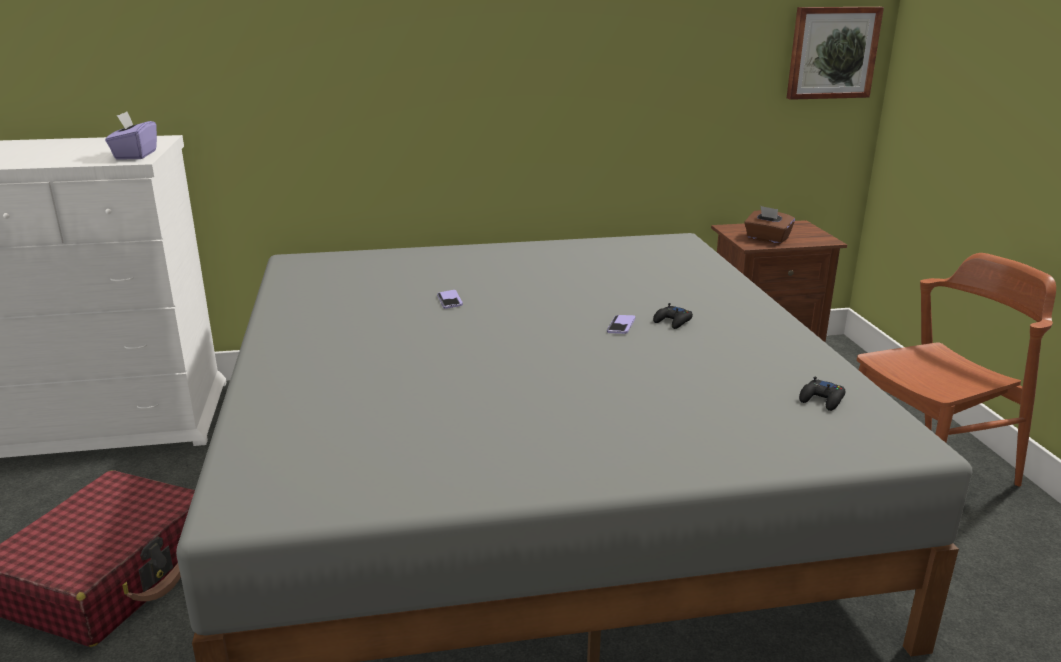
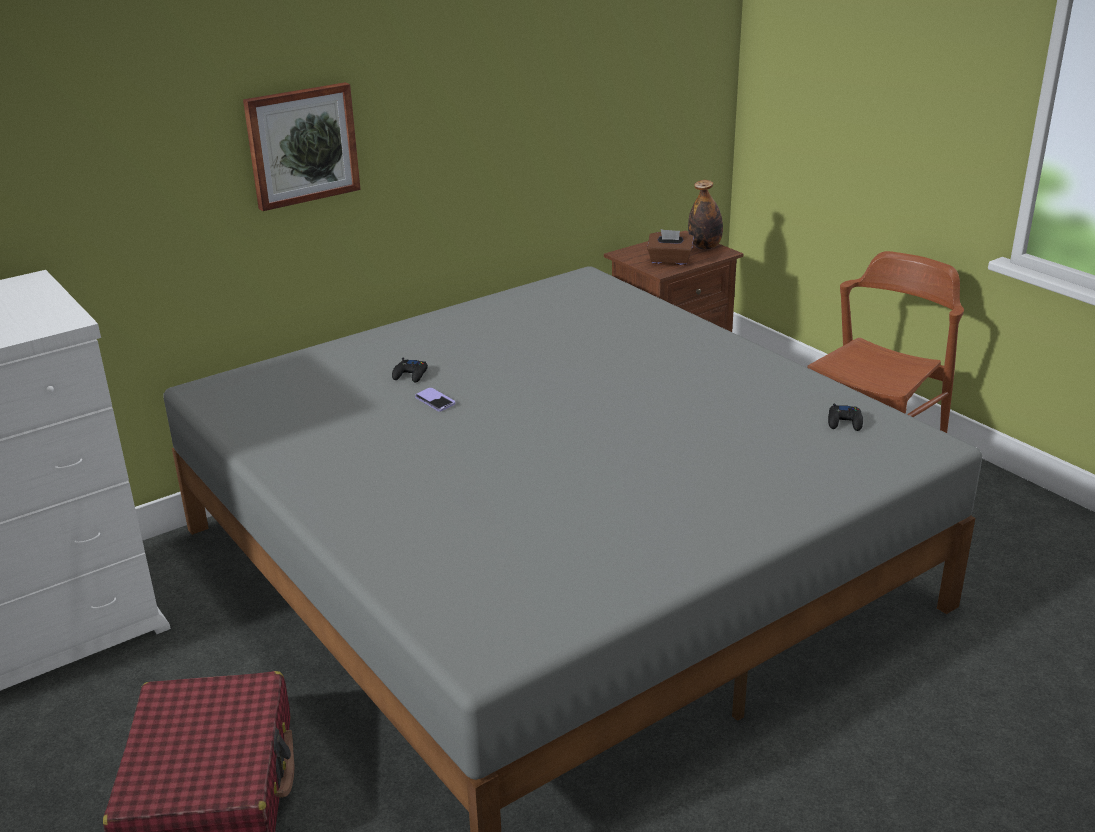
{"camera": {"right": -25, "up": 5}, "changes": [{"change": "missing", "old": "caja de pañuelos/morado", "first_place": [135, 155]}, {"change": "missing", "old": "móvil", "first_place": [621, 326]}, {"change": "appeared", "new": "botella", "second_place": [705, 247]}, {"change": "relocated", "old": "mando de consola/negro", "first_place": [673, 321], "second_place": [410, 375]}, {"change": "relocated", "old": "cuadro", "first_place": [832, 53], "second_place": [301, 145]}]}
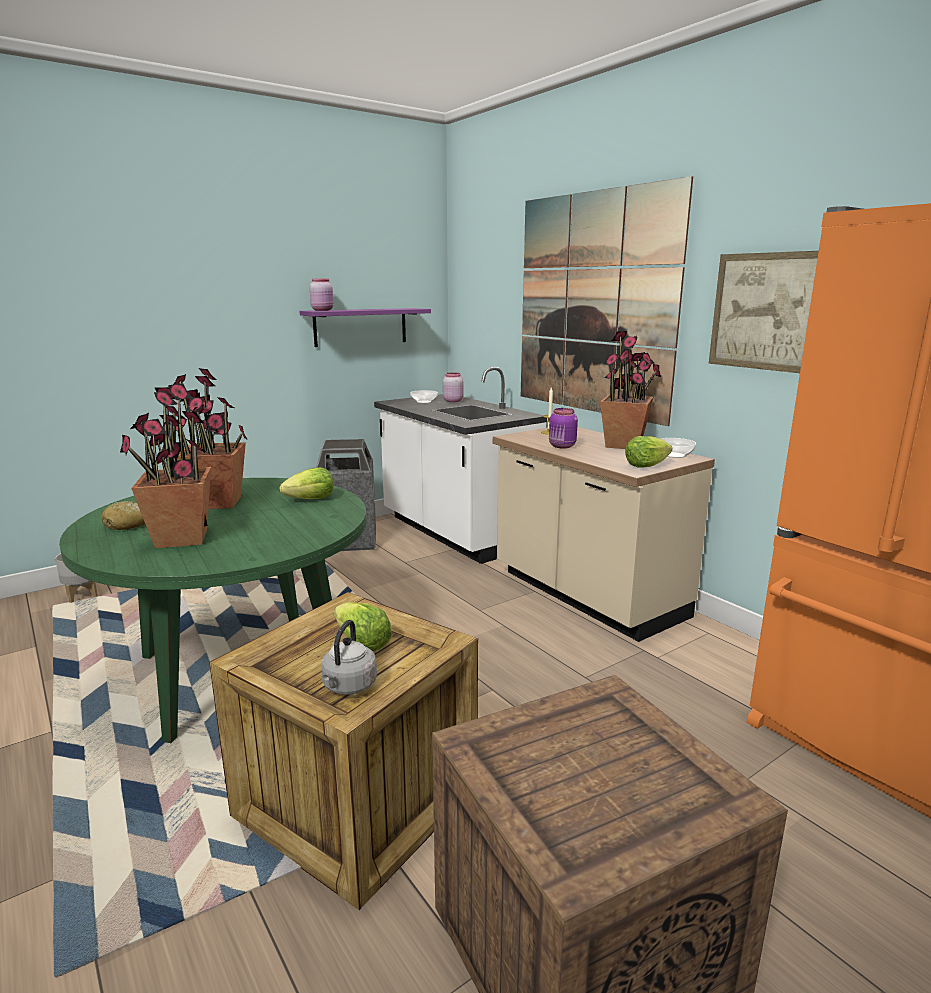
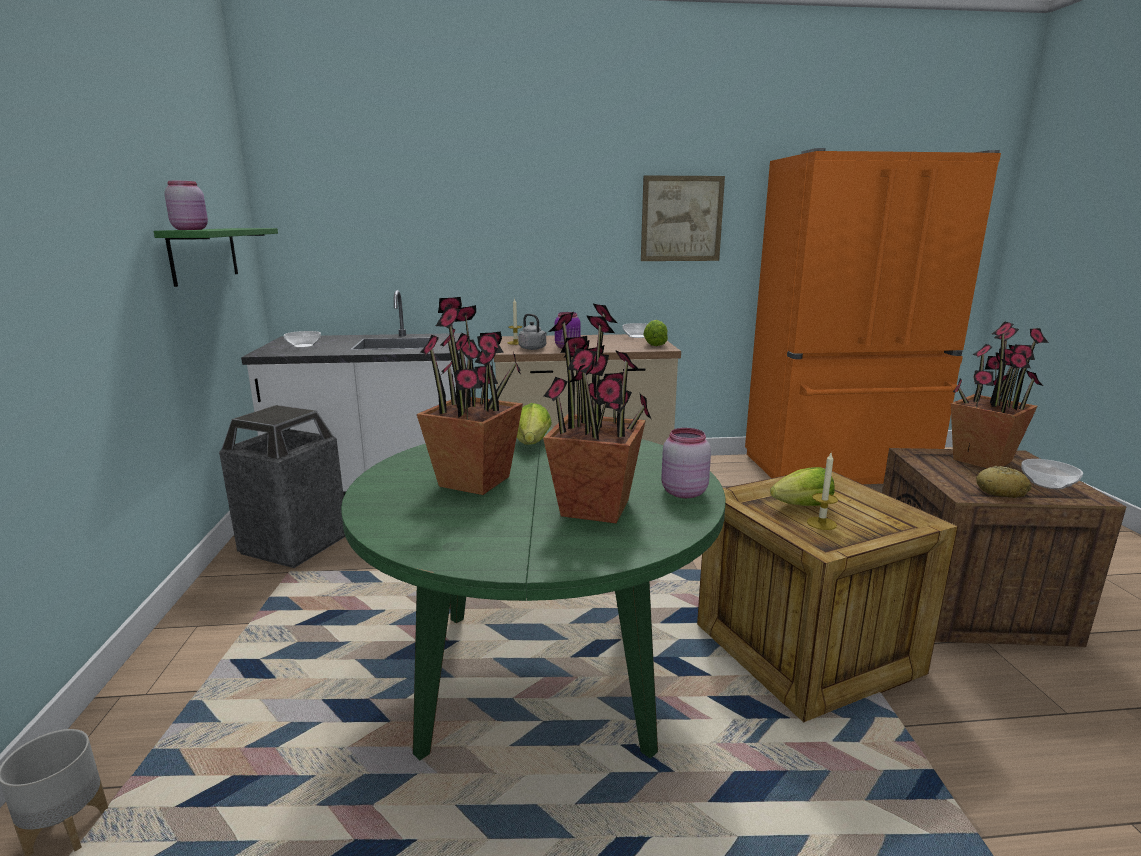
{"camera": {"right": -60, "up": 0}, "changes": [{"change": "missing", "old": "cuadro", "first_place": [593, 305]}, {"change": "appeared", "new": "vela", "second_place": [821, 523]}, {"change": "appeared", "new": "cuenco", "second_place": [1047, 484]}, {"change": "relocated", "old": "pan", "first_place": [127, 525], "second_place": [1001, 491]}, {"change": "relocated", "old": "hervidor/gris", "first_place": [348, 686], "second_place": [533, 348]}, {"change": "relocated", "old": "tarro/rosa", "first_place": [453, 401], "second_place": [682, 492]}, {"change": "relocated", "old": "planta en maceta", "first_place": [624, 445], "second_place": [982, 460]}, {"change": "colour", "old": "estante/morado", "new": "estante/verde", "first_place": [360, 327], "second_place": [204, 254]}]}
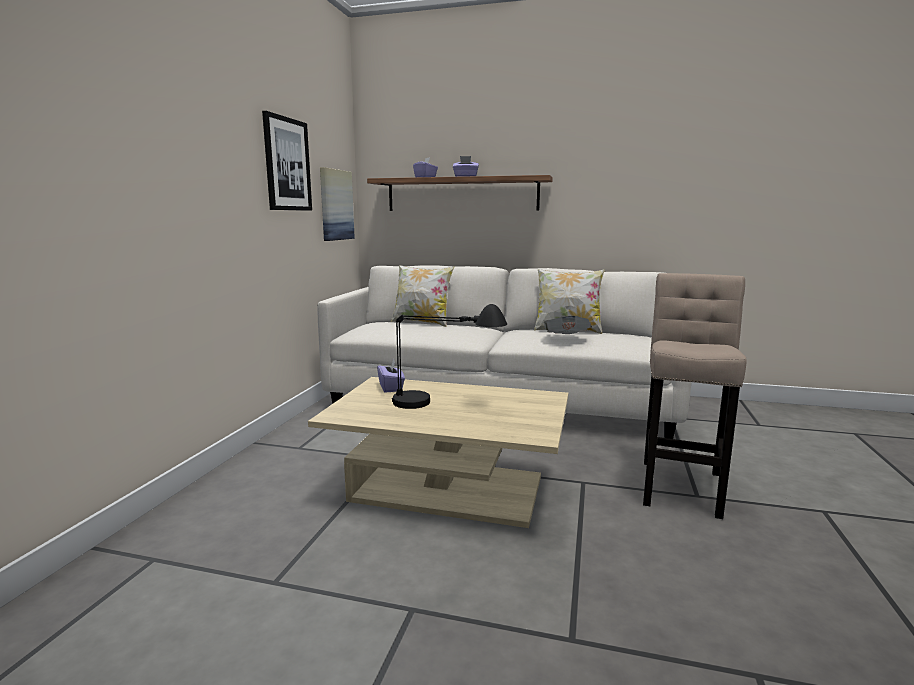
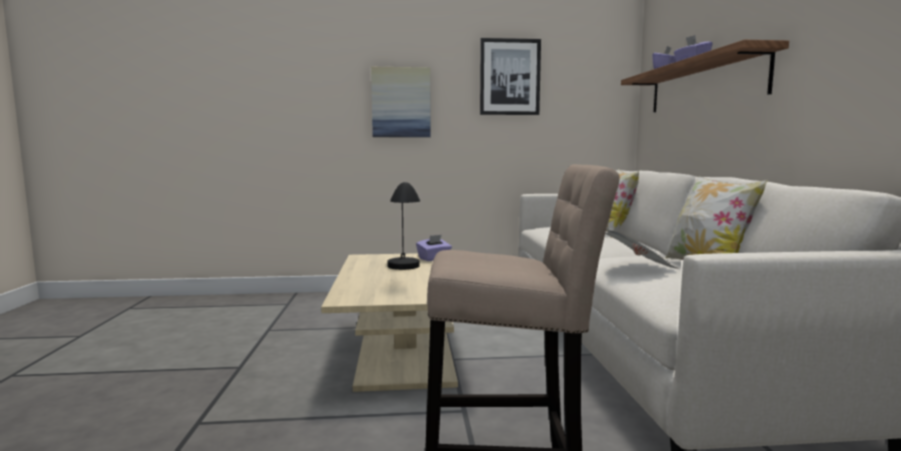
{"camera": {"right": 70, "up": -5}, "changes": [{"change": "relocated", "old": "cuadro", "first_place": [336, 205], "second_place": [401, 102]}]}
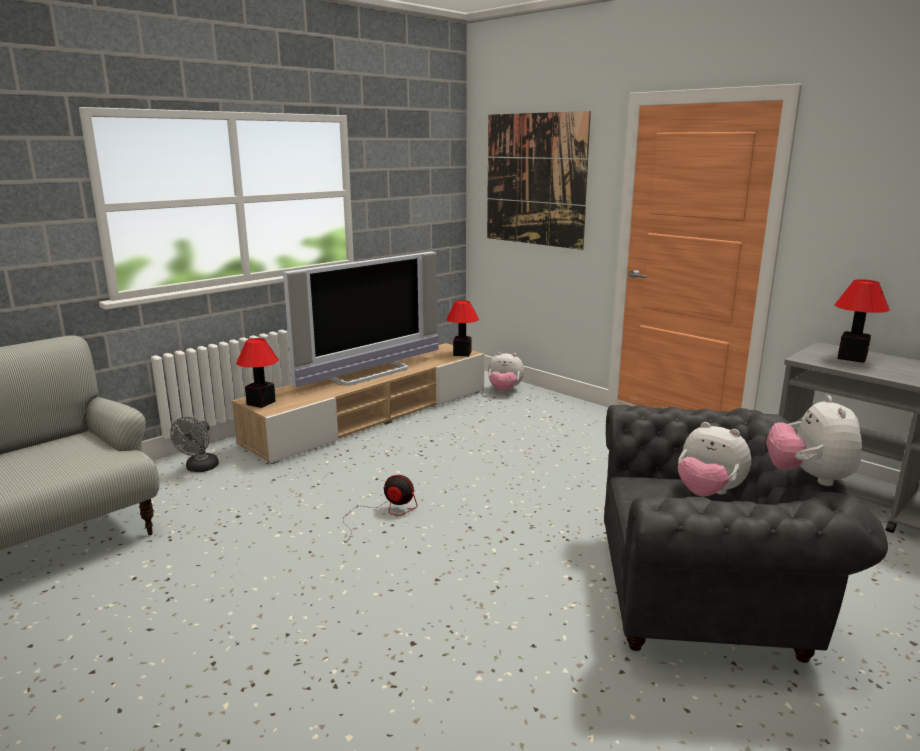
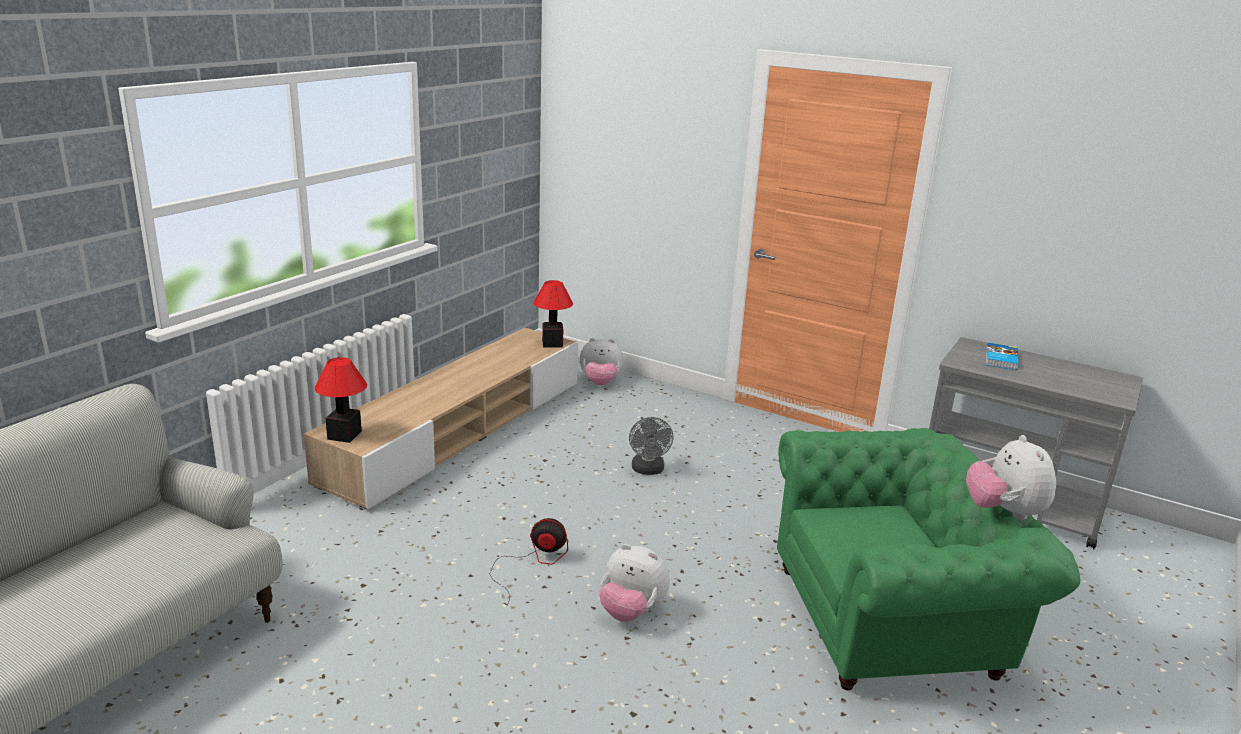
{"camera": {"right": -15, "up": 5}, "changes": [{"change": "missing", "old": "televisor", "first_place": [370, 373]}, {"change": "missing", "old": "cuadro", "first_place": [534, 180]}, {"change": "relocated", "old": "ventilador/gris", "first_place": [199, 468], "second_place": [648, 470]}, {"change": "relocated", "old": "peluche", "first_place": [708, 493], "second_place": [631, 612]}, {"change": "exchanged", "old": "lámpara de mesa", "new": "libro", "first_place": [851, 358], "second_place": [1000, 359]}, {"change": "colour", "old": "sillón/gris", "new": "sillón/verde", "first_place": [707, 594], "second_place": [894, 620]}]}
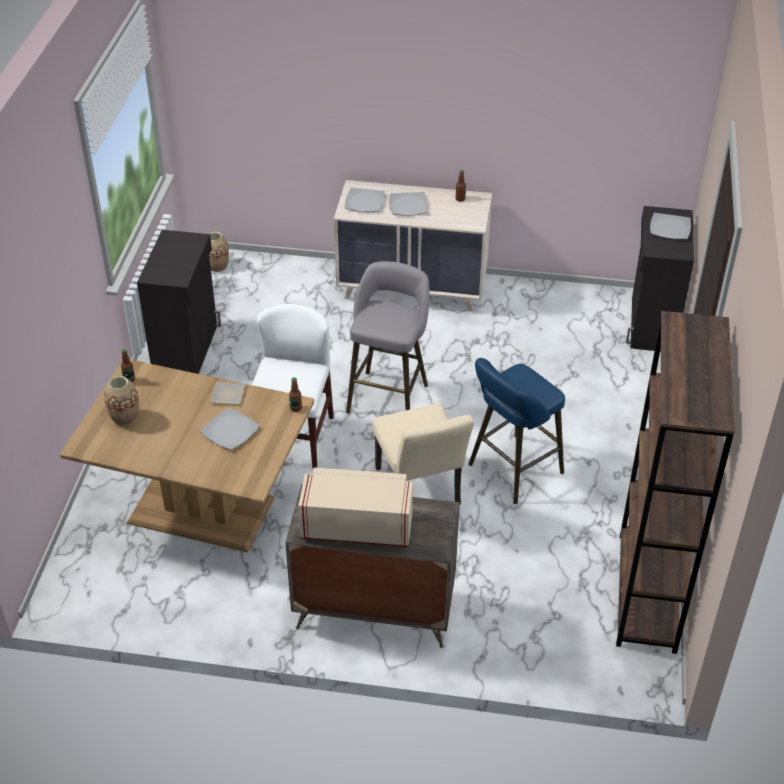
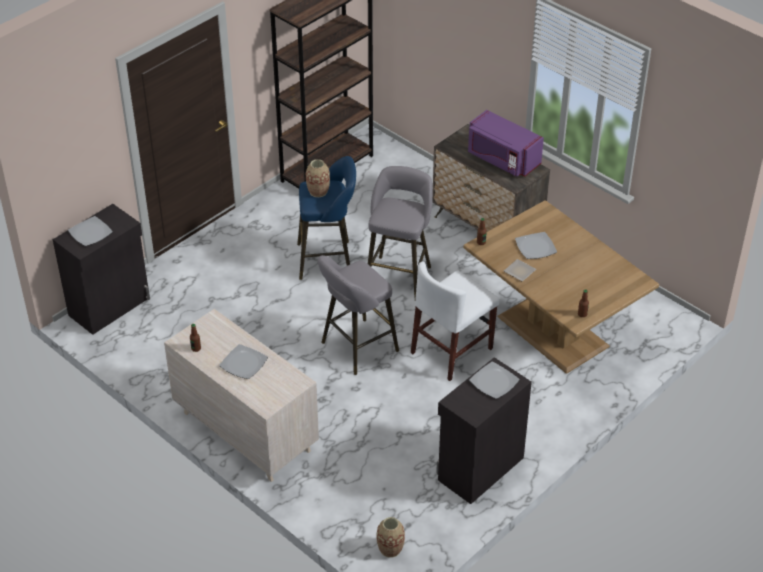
{"camera": {"right": -145, "up": 0}, "changes": [{"change": "relocated", "old": "florero", "first_place": [125, 417], "second_place": [318, 191]}, {"change": "relocated", "old": "plato", "first_place": [364, 202], "second_place": [494, 382]}, {"change": "exchanged", "old": "silla/beis", "new": "taburete/gris", "first_place": [420, 492], "second_place": [399, 275]}, {"change": "colour", "old": "microondas/beis", "new": "microondas/morado", "first_place": [357, 526], "second_place": [502, 159]}]}
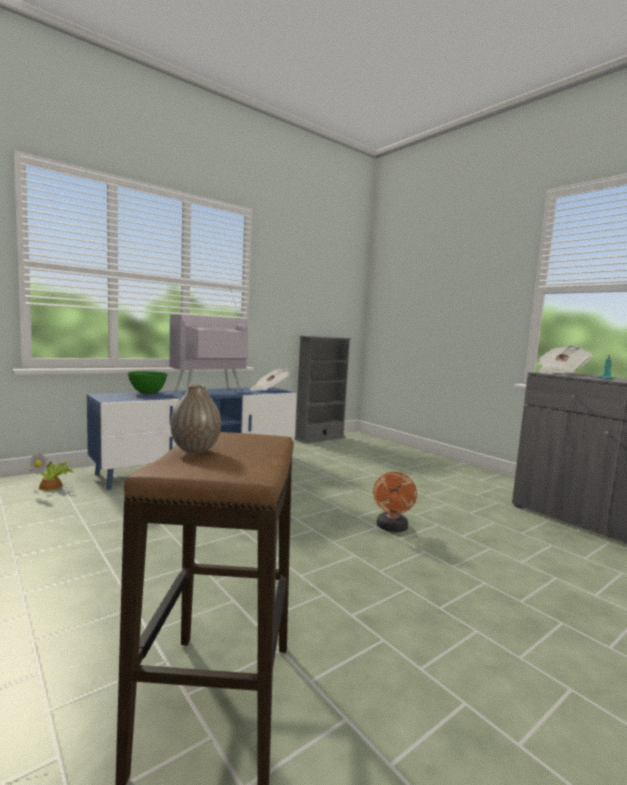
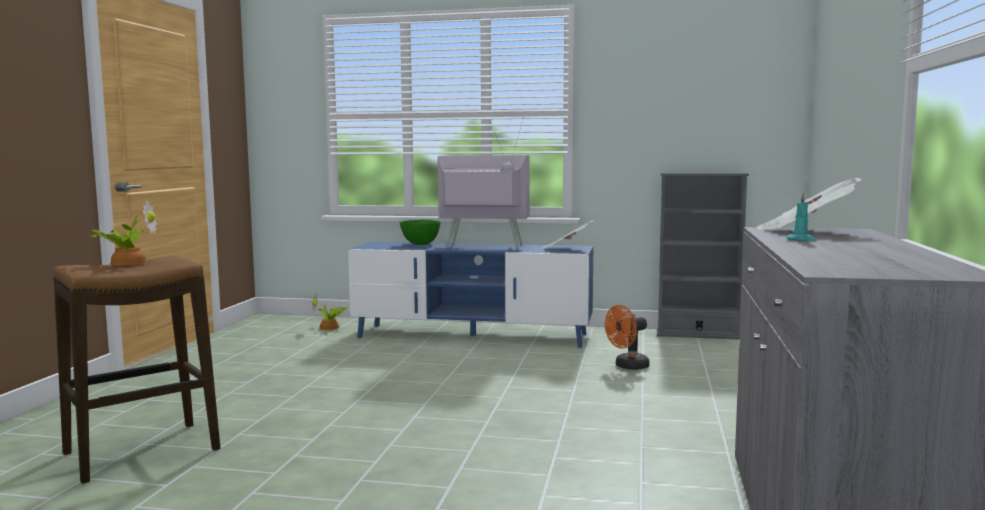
{"camera": {"right": 50, "up": 0}, "changes": [{"change": "relocated", "old": "ventilador/naranja", "first_place": [392, 528], "second_place": [627, 366]}, {"change": "exchanged", "old": "florero", "new": "planta en maceta", "first_place": [195, 449], "second_place": [127, 262]}]}
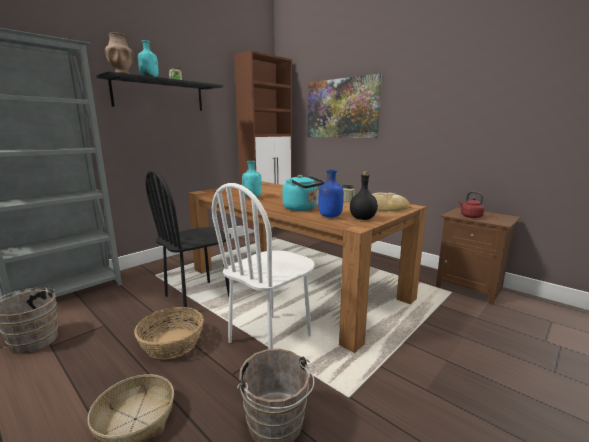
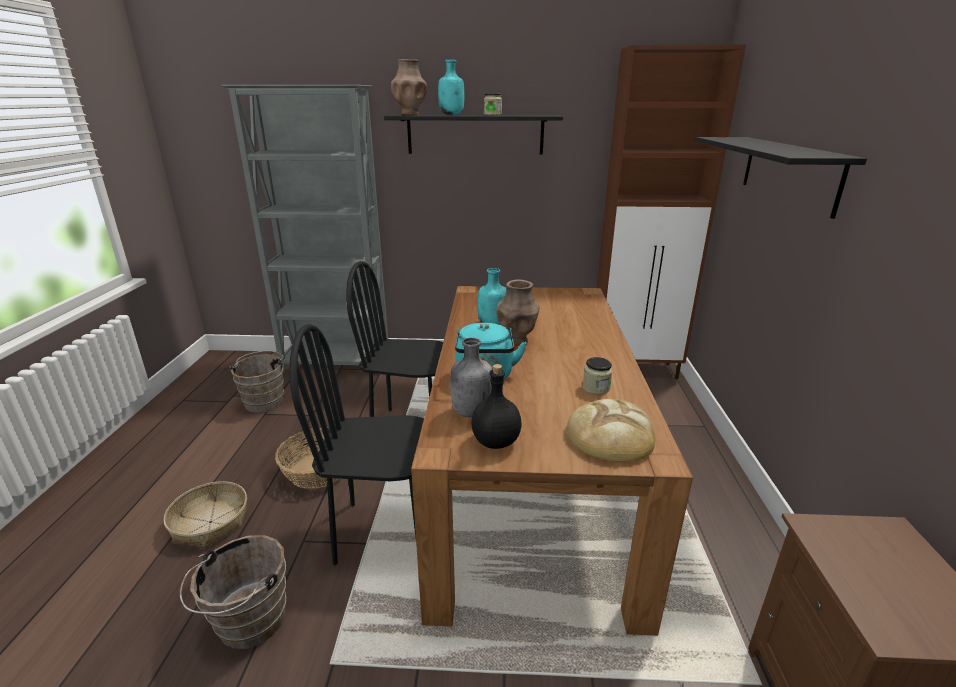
{"camera": {"right": 50, "up": 10}, "changes": [{"change": "missing", "old": "hervidor/rojo", "first_place": [470, 216]}, {"change": "appeared", "new": "florero/marrón", "second_place": [516, 341]}, {"change": "exchanged", "old": "cuadro", "new": "estante/negro", "first_place": [342, 108], "second_place": [788, 172]}, {"change": "colour", "old": "silla/blanco", "new": "silla/negro", "first_place": [270, 339], "second_place": [384, 531]}, {"change": "colour", "old": "botella/azul", "new": "botella/gris", "first_place": [329, 216], "second_place": [471, 412]}]}
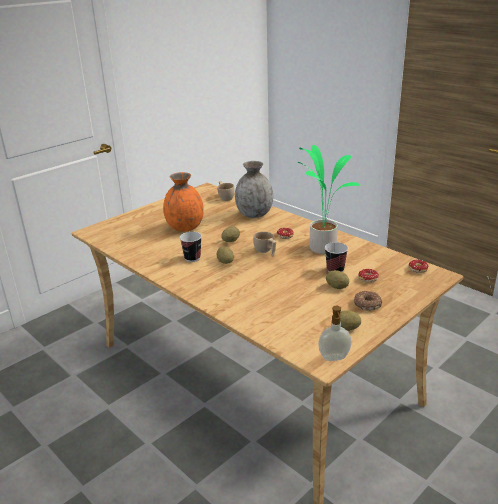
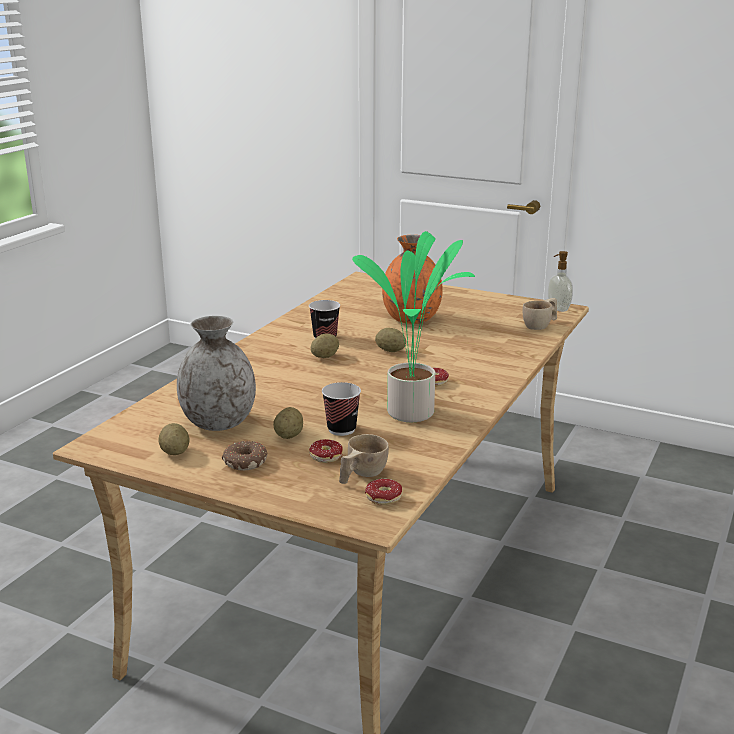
{"camera": {"right": 70, "up": -5}, "changes": [{"change": "relocated", "old": "florero/gris", "first_place": [254, 214], "second_place": [218, 423]}, {"change": "relocated", "old": "taza/beis", "first_place": [265, 252], "second_place": [361, 475]}, {"change": "relocated", "old": "dispensador de jabón", "first_place": [334, 358], "second_place": [557, 309]}]}
